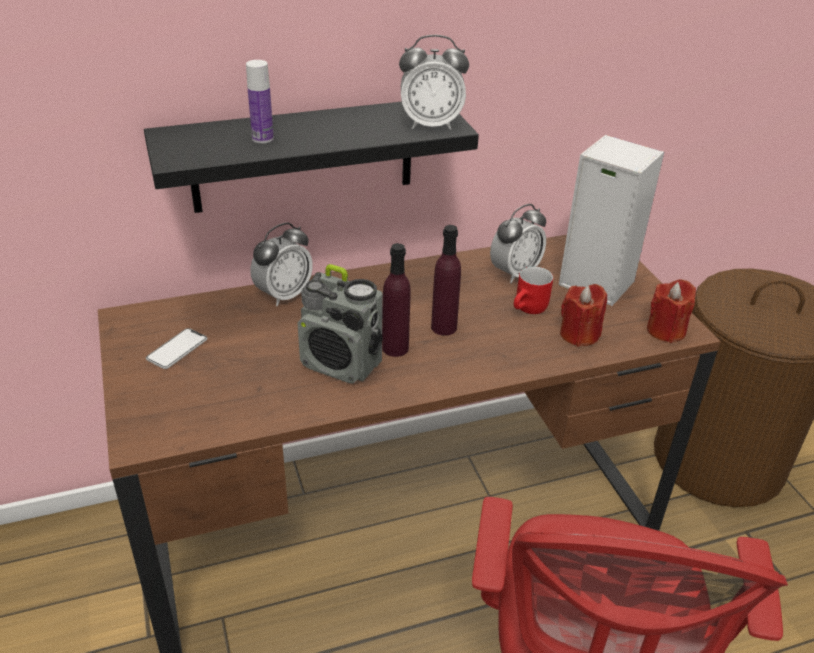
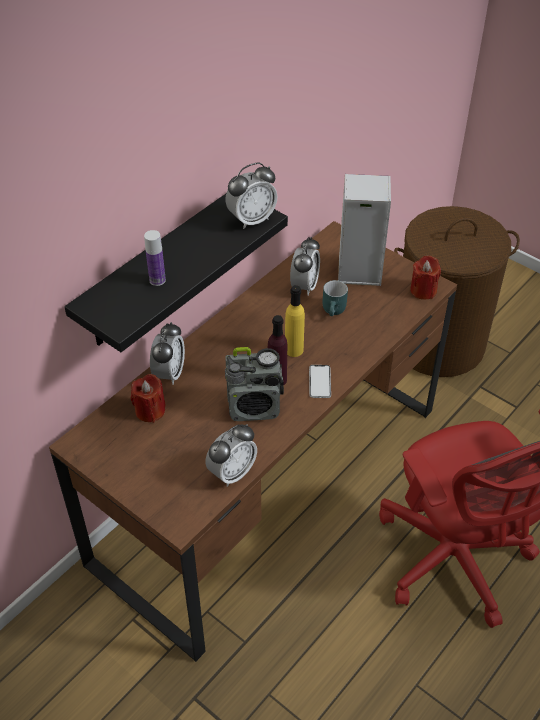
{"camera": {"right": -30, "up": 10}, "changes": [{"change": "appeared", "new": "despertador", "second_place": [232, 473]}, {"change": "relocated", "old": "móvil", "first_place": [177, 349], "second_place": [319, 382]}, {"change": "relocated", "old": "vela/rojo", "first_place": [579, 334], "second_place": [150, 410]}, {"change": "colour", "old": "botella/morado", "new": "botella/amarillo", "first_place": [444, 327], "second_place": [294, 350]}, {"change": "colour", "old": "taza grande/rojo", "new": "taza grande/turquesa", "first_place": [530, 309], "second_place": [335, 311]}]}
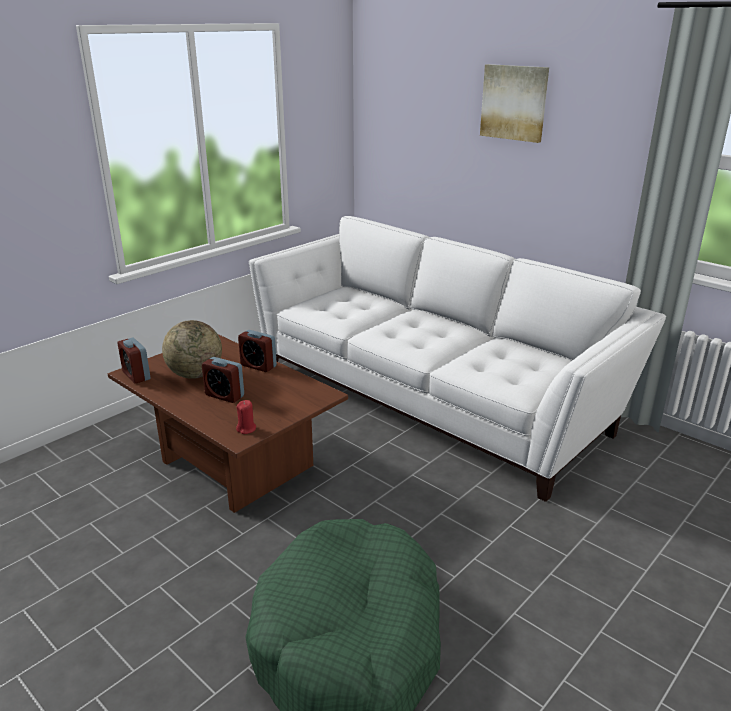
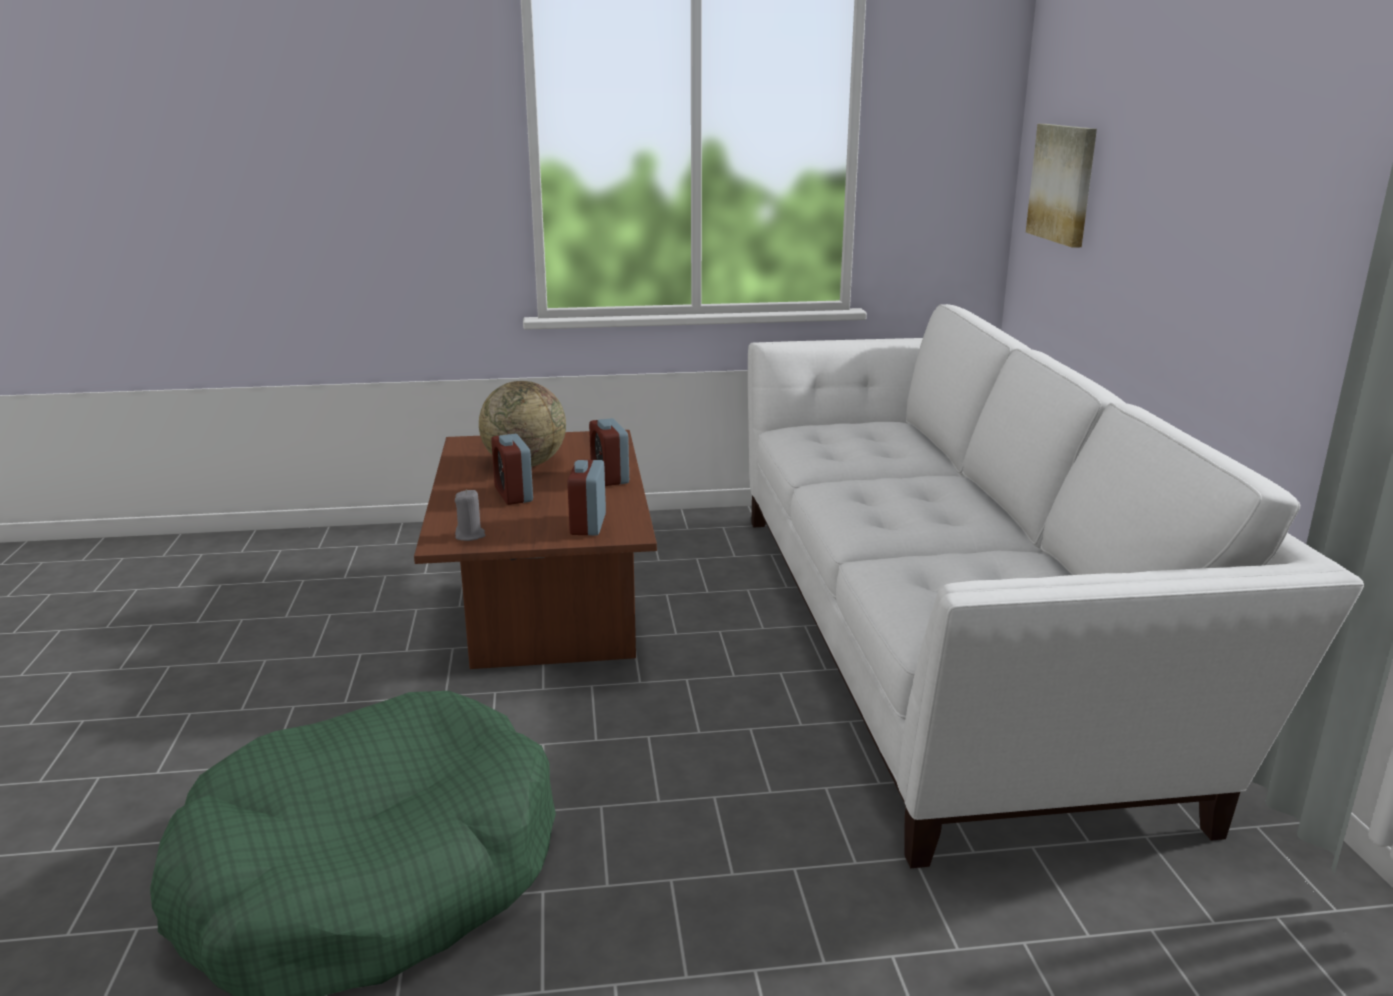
{"camera": {"right": 40, "up": -5}, "changes": [{"change": "relocated", "old": "despertador", "first_place": [136, 376], "second_place": [588, 525]}, {"change": "relocated", "old": "cuadro", "first_place": [514, 102], "second_place": [1063, 183]}, {"change": "colour", "old": "vela/rojo", "new": "vela/gris", "first_place": [246, 429], "second_place": [470, 536]}]}
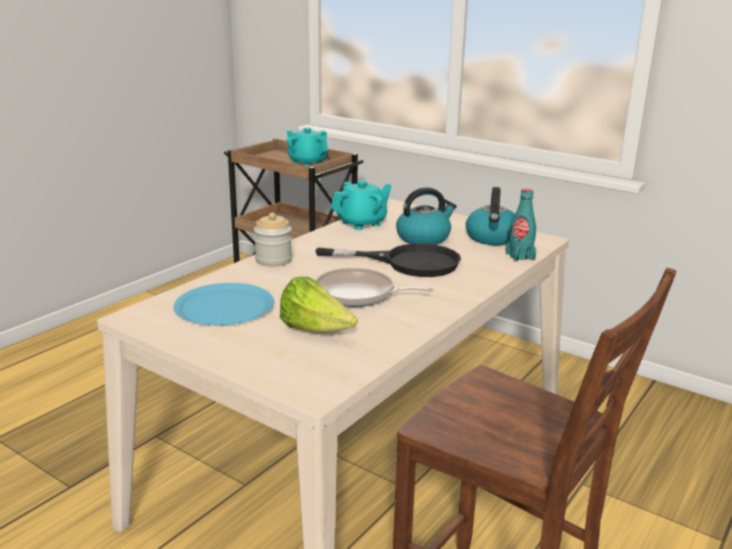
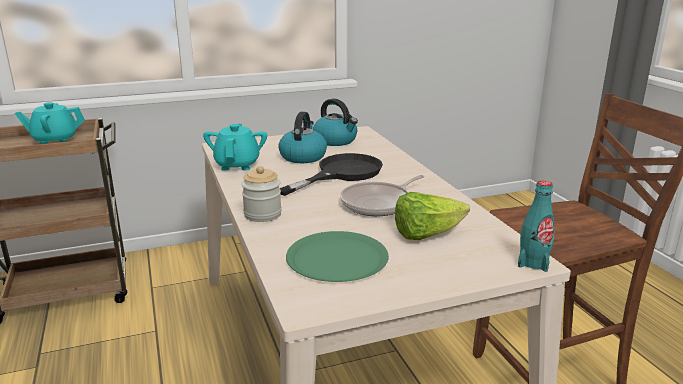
{"camera": {"right": -55, "up": 0}, "changes": [{"change": "relocated", "old": "botella/turquesa", "first_place": [520, 256], "second_place": [533, 262]}, {"change": "colour", "old": "plato/azul", "new": "plato/verde", "first_place": [224, 306], "second_place": [337, 258]}]}
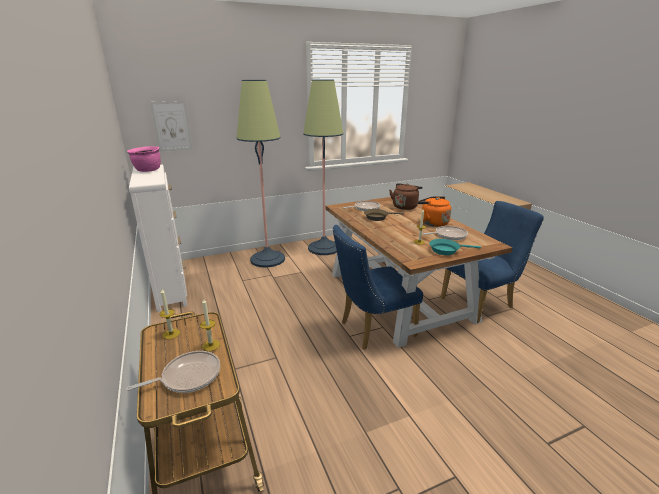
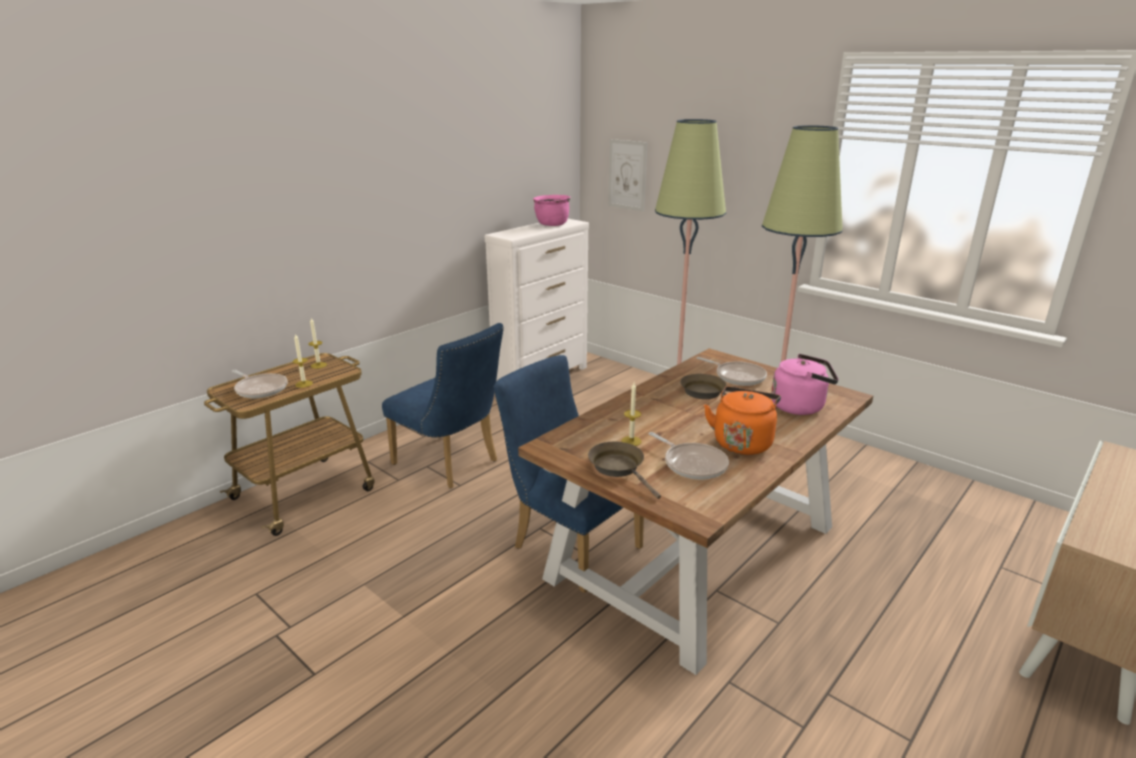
{"camera": {"right": 65, "up": 0}, "changes": [{"change": "relocated", "old": "silla/azul", "first_place": [481, 303], "second_place": [451, 465]}, {"change": "colour", "old": "hervidor/marrón", "new": "hervidor/rosa", "first_place": [405, 206], "second_place": [800, 406]}, {"change": "colour", "old": "sartén/turquesa", "new": "sartén/marrón", "first_place": [446, 250], "second_place": [619, 468]}]}
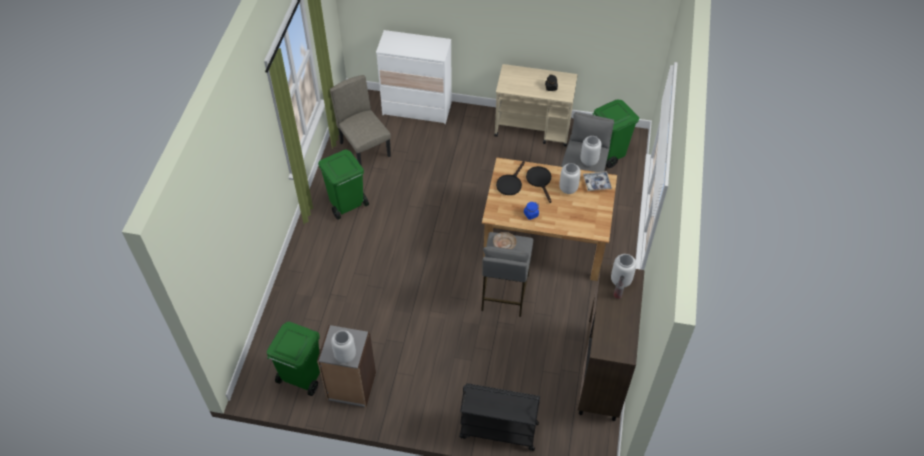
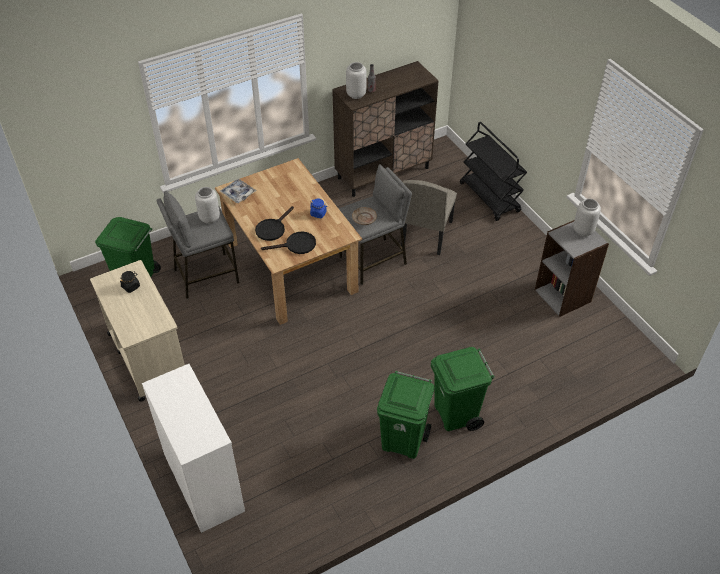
{"camera": {"right": -130, "up": -5}, "changes": [{"change": "missing", "old": "florero/gris", "first_place": [568, 189]}, {"change": "relocated", "old": "papelera/verde", "first_place": [301, 377], "second_place": [456, 415]}, {"change": "relocated", "old": "silla/beis", "first_place": [365, 149], "second_place": [426, 233]}]}
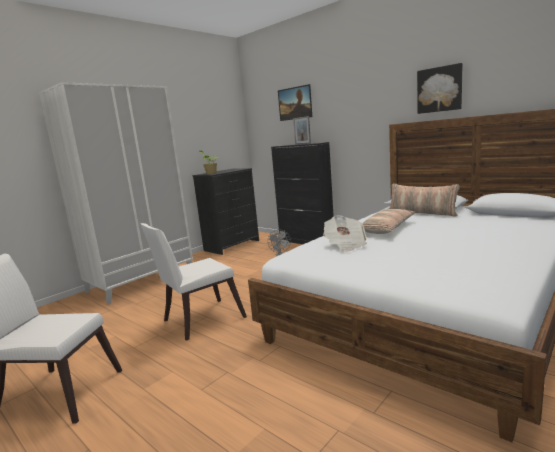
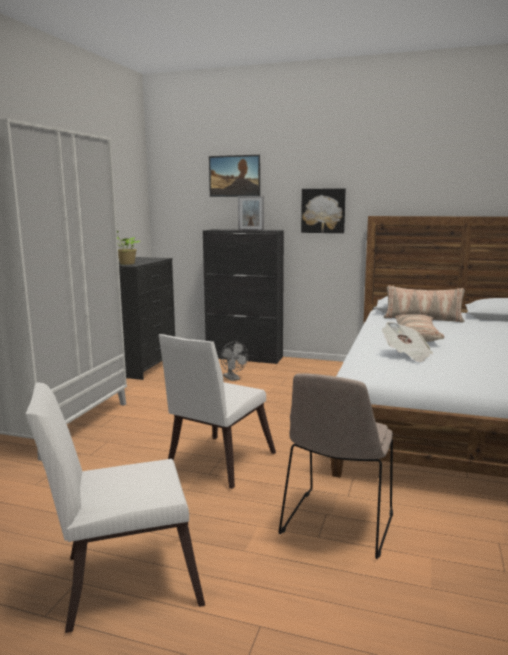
{"camera": {"right": -25, "up": 0}, "changes": [{"change": "appeared", "new": "silla/beis", "second_place": [337, 525]}, {"change": "relocated", "old": "cuadro", "first_place": [439, 89], "second_place": [323, 210]}]}
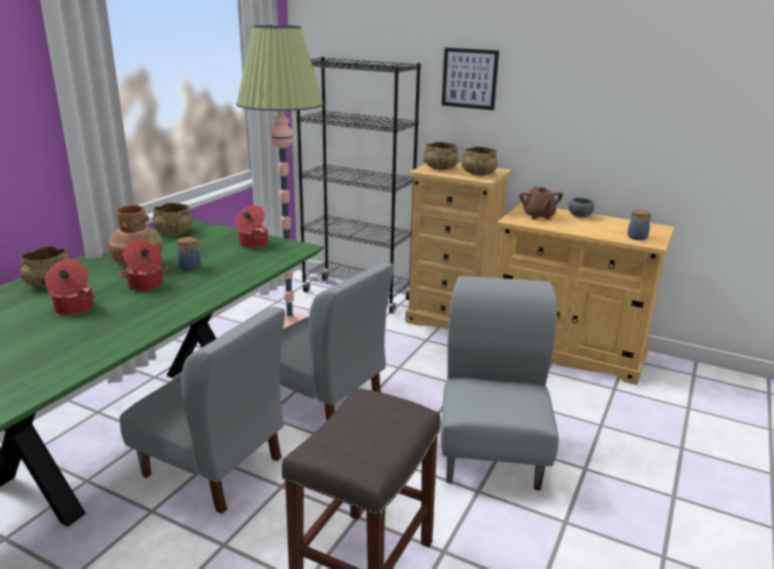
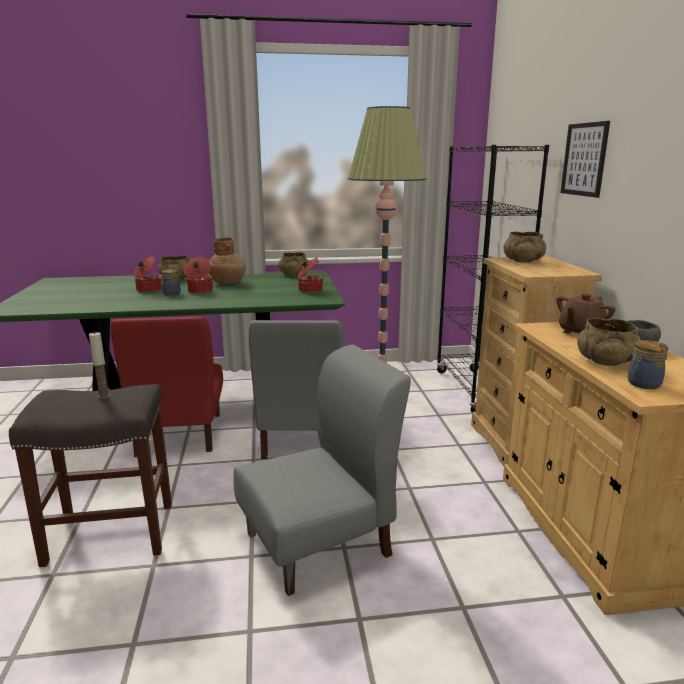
{"camera": {"right": 55, "up": -5}, "changes": [{"change": "appeared", "new": "vela", "second_place": [103, 396]}, {"change": "relocated", "old": "tarro", "first_place": [189, 267], "second_place": [171, 294]}, {"change": "relocated", "old": "cuenco/beis", "first_place": [479, 174], "second_place": [605, 361]}, {"change": "colour", "old": "silla/gris", "new": "silla/rojo", "first_place": [213, 467], "second_place": [179, 434]}]}
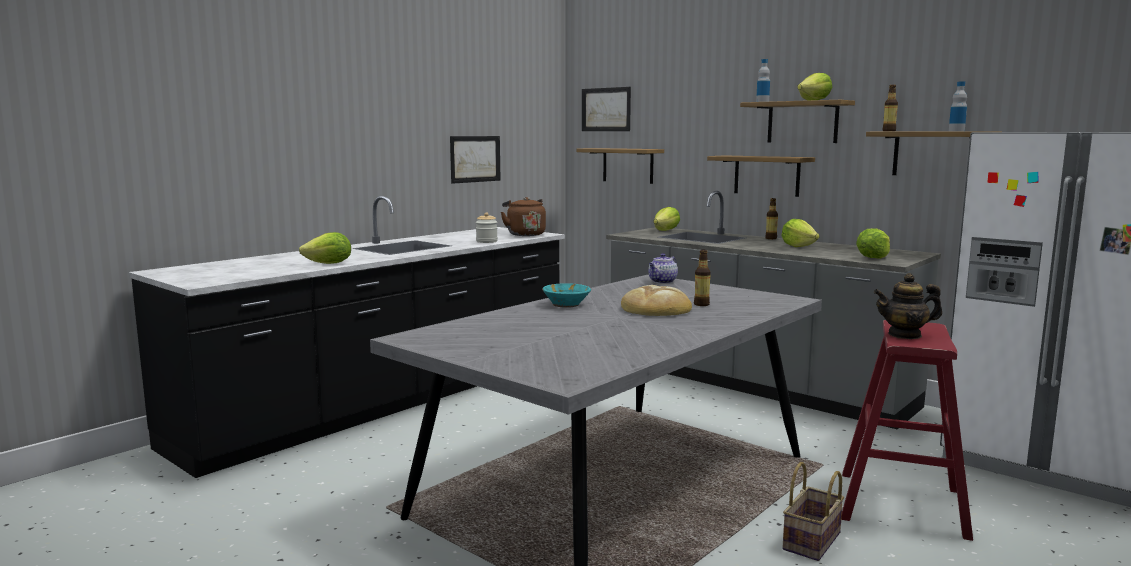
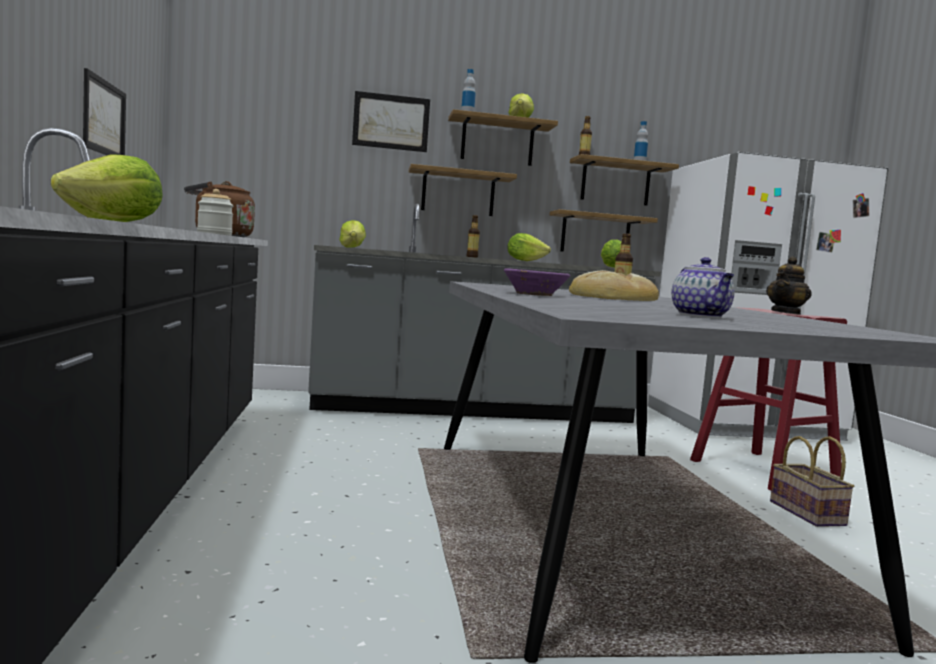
{"camera": {"right": -50, "up": -5}, "changes": [{"change": "relocated", "old": "estante", "first_place": [628, 165], "second_place": [595, 234]}, {"change": "relocated", "old": "cuadro", "first_place": [606, 109], "second_place": [391, 122]}, {"change": "relocated", "old": "tetera", "first_place": [662, 282], "second_place": [701, 316]}, {"change": "colour", "old": "cuenco/turquesa", "new": "cuenco/morado", "first_place": [566, 305], "second_place": [535, 294]}]}
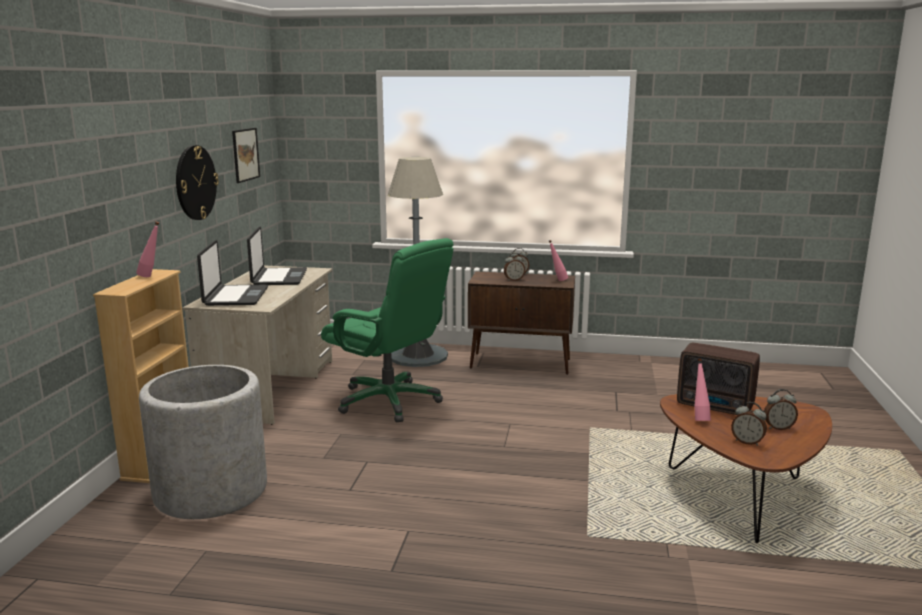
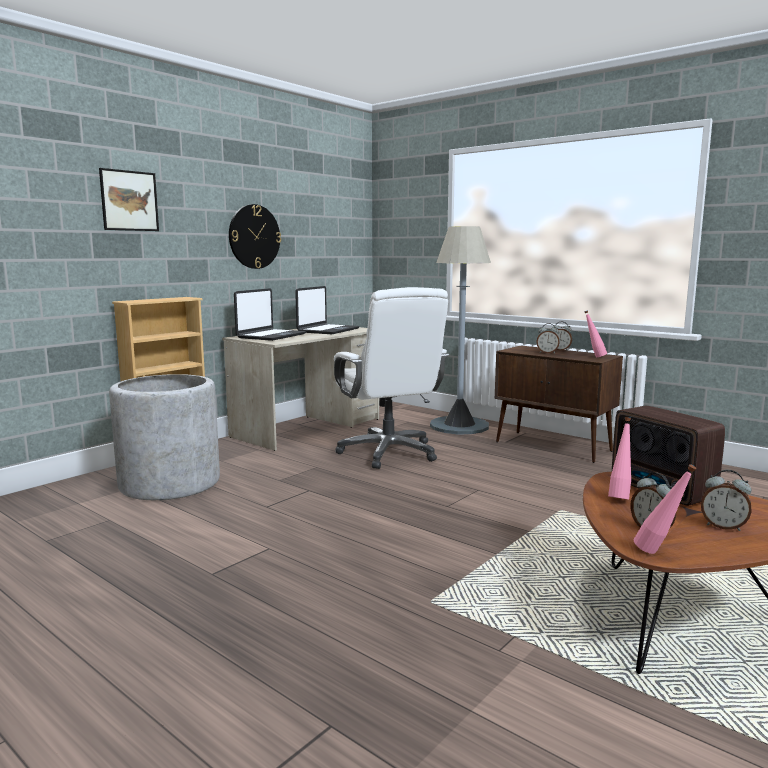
{"camera": {"right": 30, "up": -5}, "changes": [{"change": "relocated", "old": "botella/rosa", "first_place": [151, 276], "second_place": [659, 553]}, {"change": "relocated", "old": "cuadro", "first_place": [245, 154], "second_place": [129, 200]}, {"change": "colour", "old": "silla de oficina/verde", "new": "silla de oficina/blanco", "first_place": [389, 401], "second_place": [389, 452]}]}
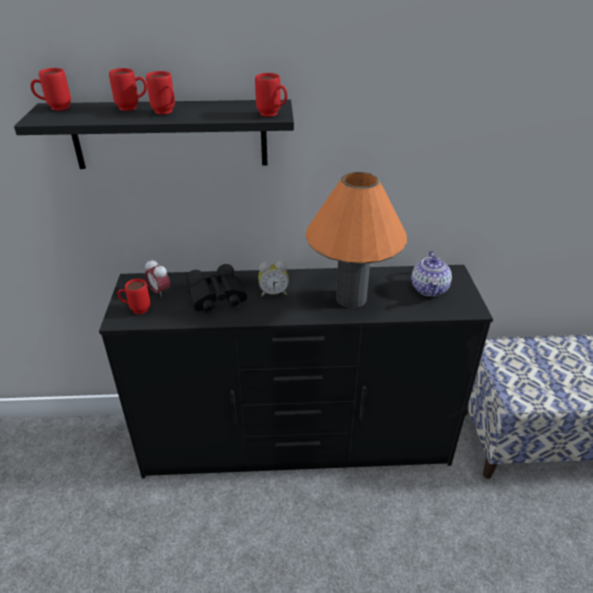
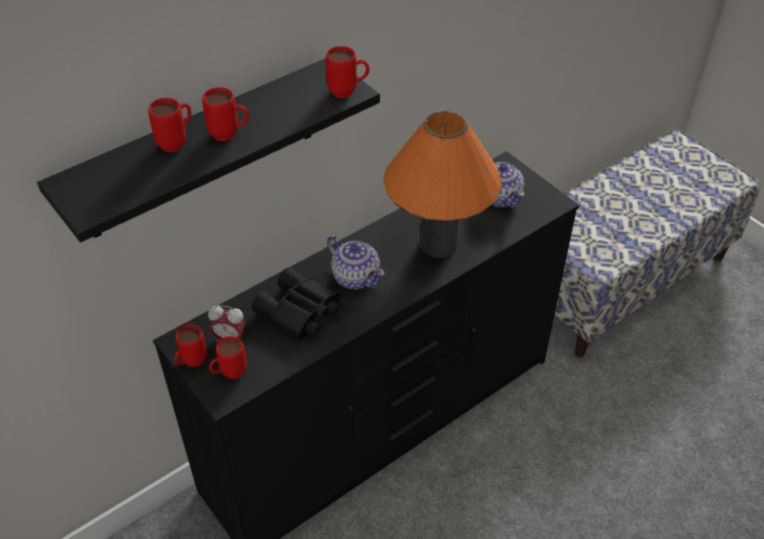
{"camera": {"right": -35, "up": 10}, "changes": [{"change": "relocated", "old": "taza grande/rojo", "first_place": [55, 109], "second_place": [191, 363]}, {"change": "exchanged", "old": "despertador", "new": "tetera", "first_place": [273, 293], "second_place": [356, 277]}]}
